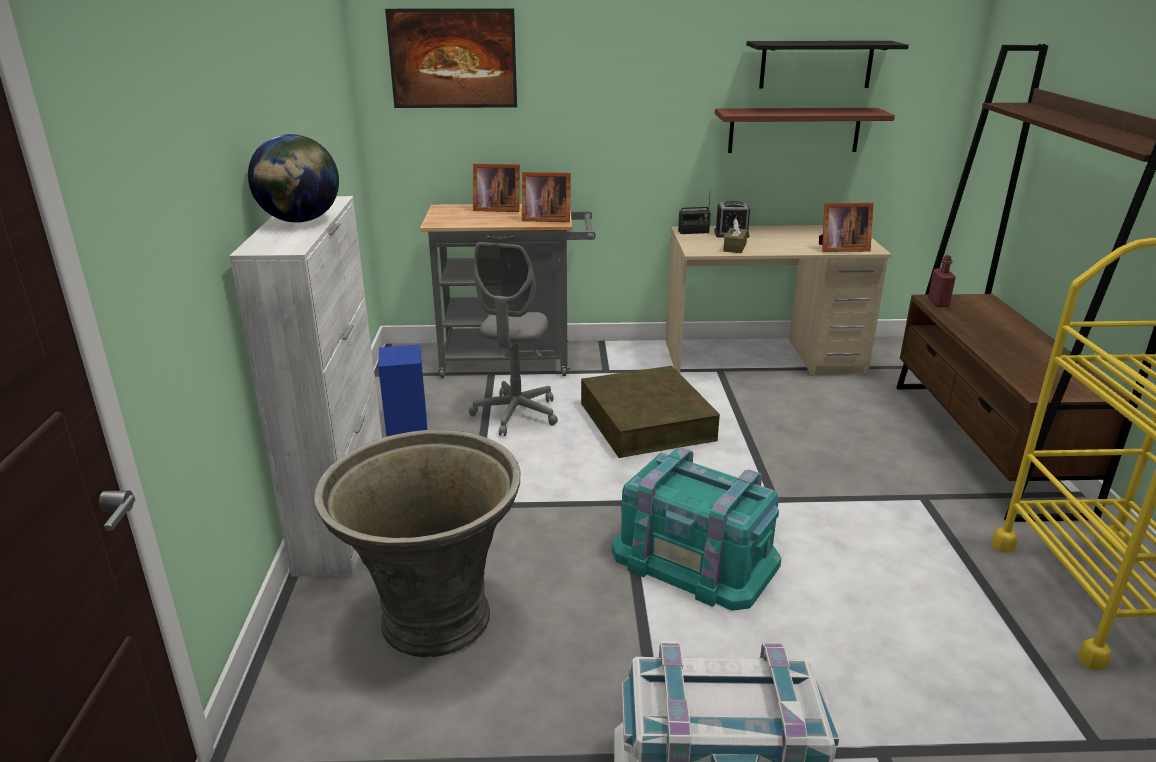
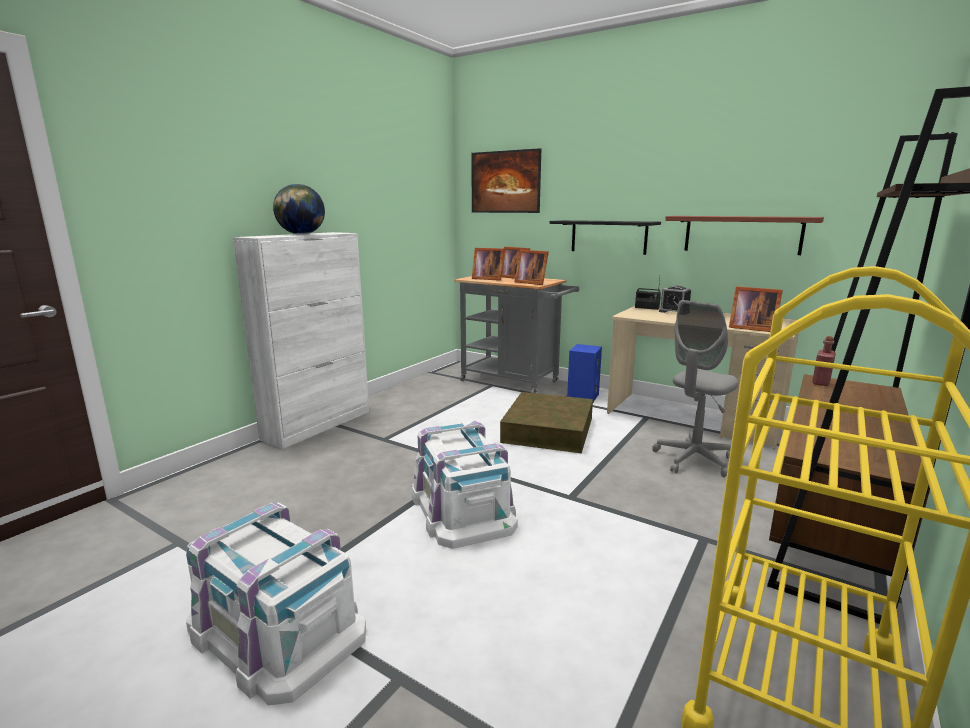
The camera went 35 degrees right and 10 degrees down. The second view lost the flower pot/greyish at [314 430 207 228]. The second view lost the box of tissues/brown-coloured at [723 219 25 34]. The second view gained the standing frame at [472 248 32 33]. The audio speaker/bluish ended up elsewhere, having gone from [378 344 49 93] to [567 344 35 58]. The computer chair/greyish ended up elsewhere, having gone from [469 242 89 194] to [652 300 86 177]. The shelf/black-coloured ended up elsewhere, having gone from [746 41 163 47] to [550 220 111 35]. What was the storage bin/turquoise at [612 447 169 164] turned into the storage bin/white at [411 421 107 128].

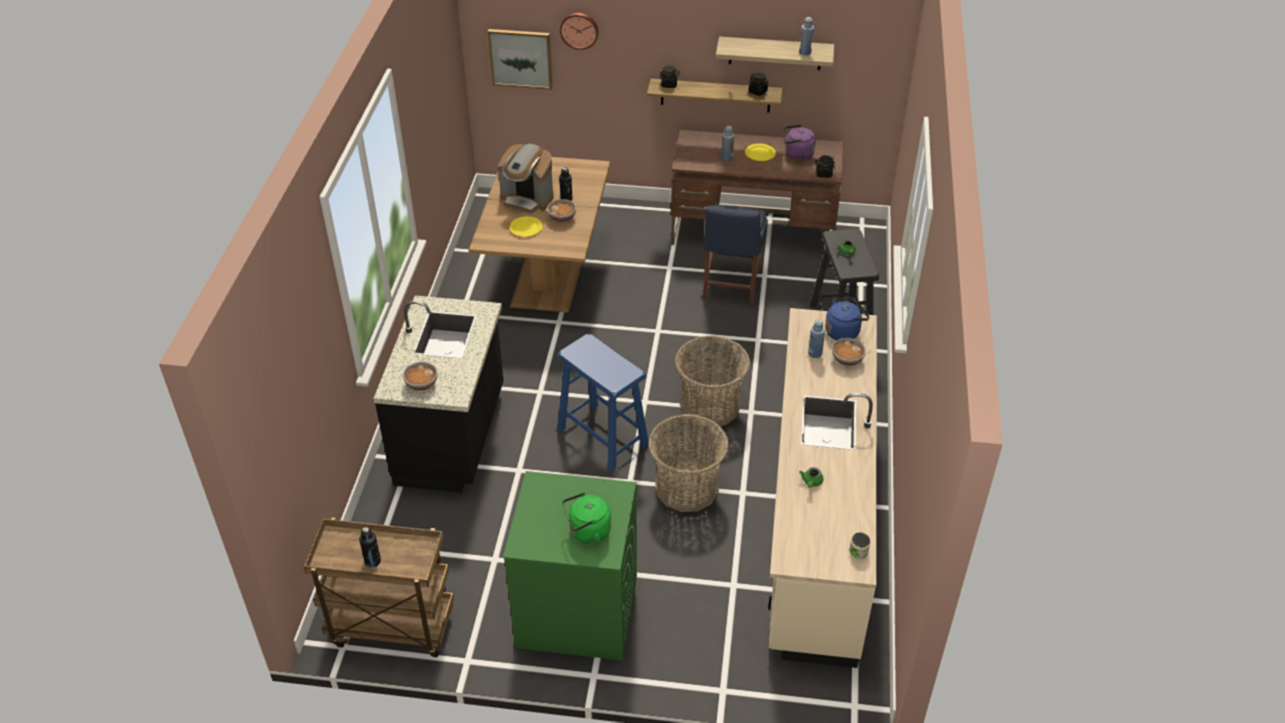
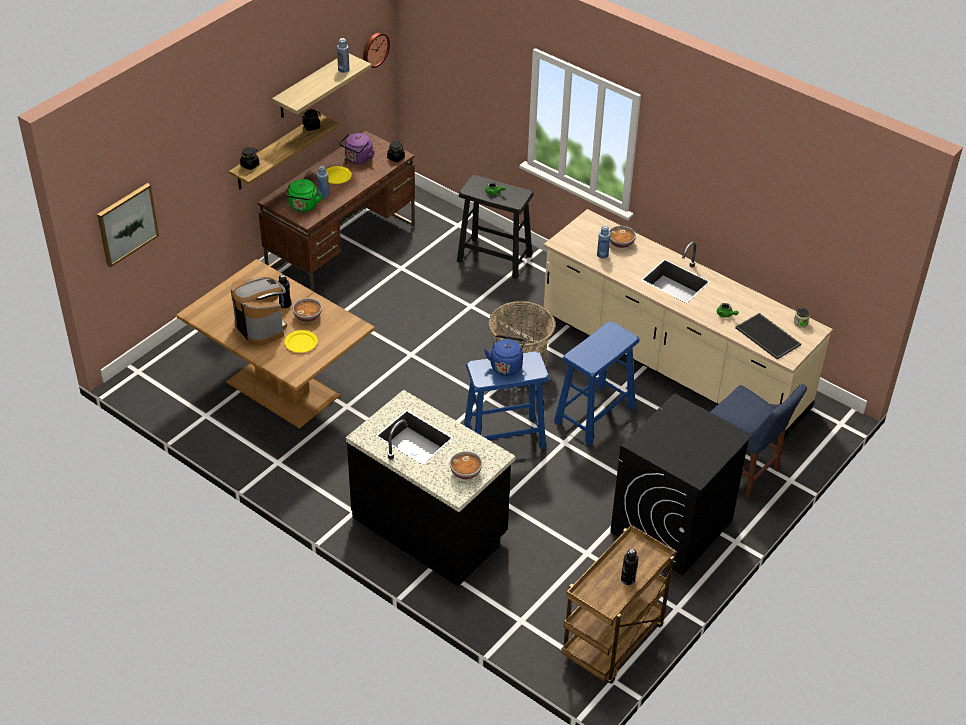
The camera went 60 degrees left and 0 degrees up. The second view gained the tray at [735 313 66 47]. The hanging clock ended up elsewhere, having gone from [560 13 39 37] to [363 32 27 36]. The kettle/green-coloured ended up elsewhere, having gone from [562 492 49 51] to [285 179 38 33]. The upright chair/bluish ended up elsewhere, having gone from [703 205 64 99] to [711 384 96 114]. The kettle/bluish ended up elsewhere, having gone from [825 297 44 43] to [484 335 41 41]. Where the basket stood at [648 414 81 98], the stool seat/bluish came to stand at [554 321 86 124]. What was the washing machine/green-coloured at [503 471 134 189] turned into the washing machine/black-coloured at [610 393 143 183]. The coffee brewer at [498 143 56 71] ended up facing another way, 90 degrees counterclockwise from before.

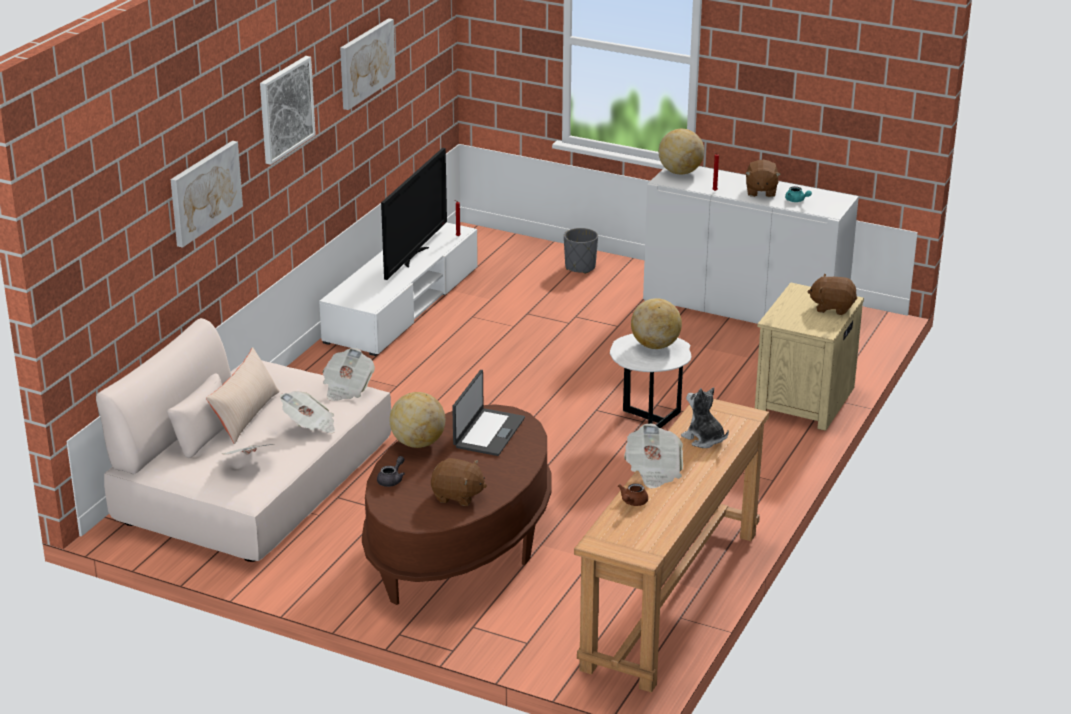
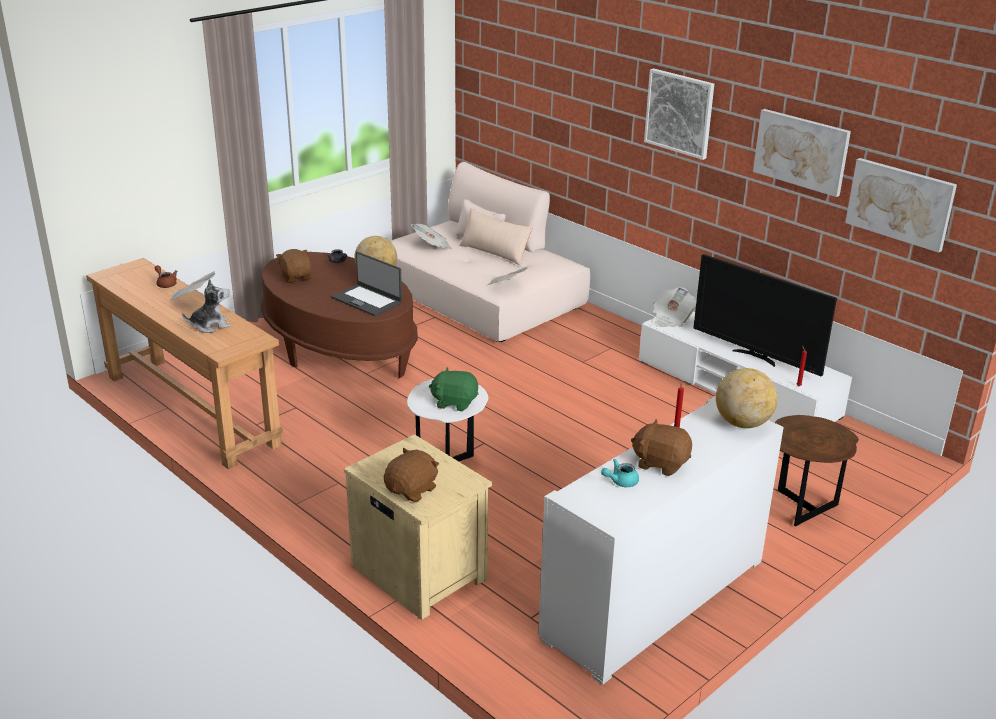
The camera went 110 degrees right and 0 degrees up. The wall art ended up elsewhere, having gone from [171 141 72 107] to [845 158 112 95]. The printed paper ended up elsewhere, having gone from [280 391 55 43] to [652 287 45 40]. Where the flower pot/greyish stood at [564 228 34 46], the accent table/brown-coloured came to stand at [775 415 84 111]. Where the world globe stood at [631 298 51 51], the cuddly toy/green-coloured came to stand at [429 368 49 43]. The cuddly toy/brown-coloured at [431 458 56 48] ended up facing another way, 120 degrees clockwise from before.

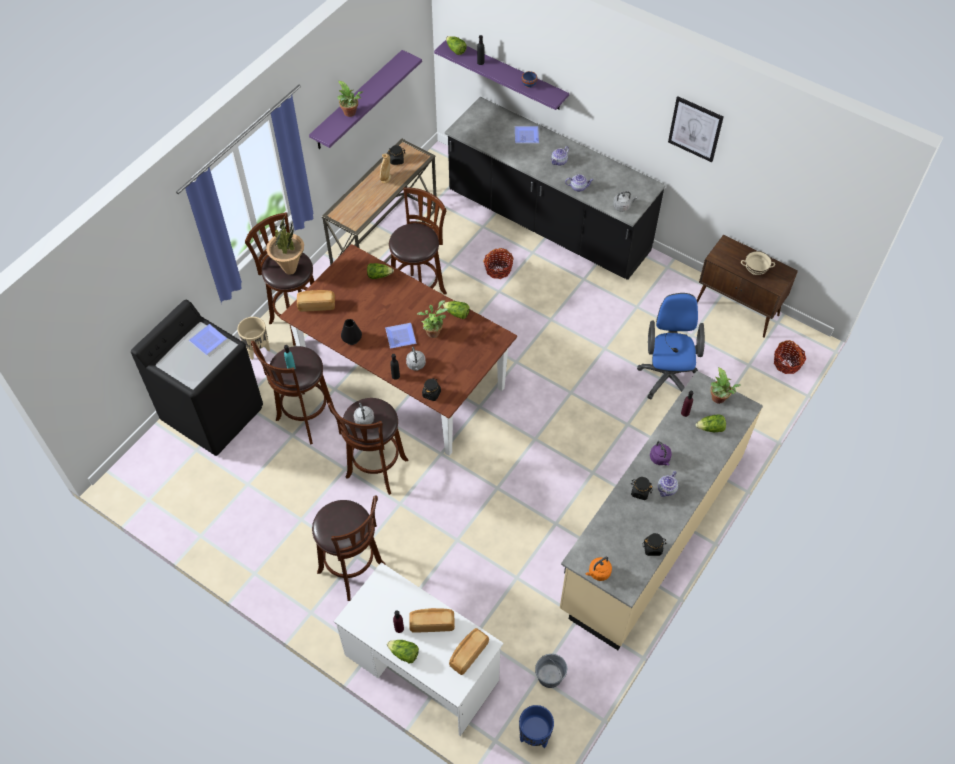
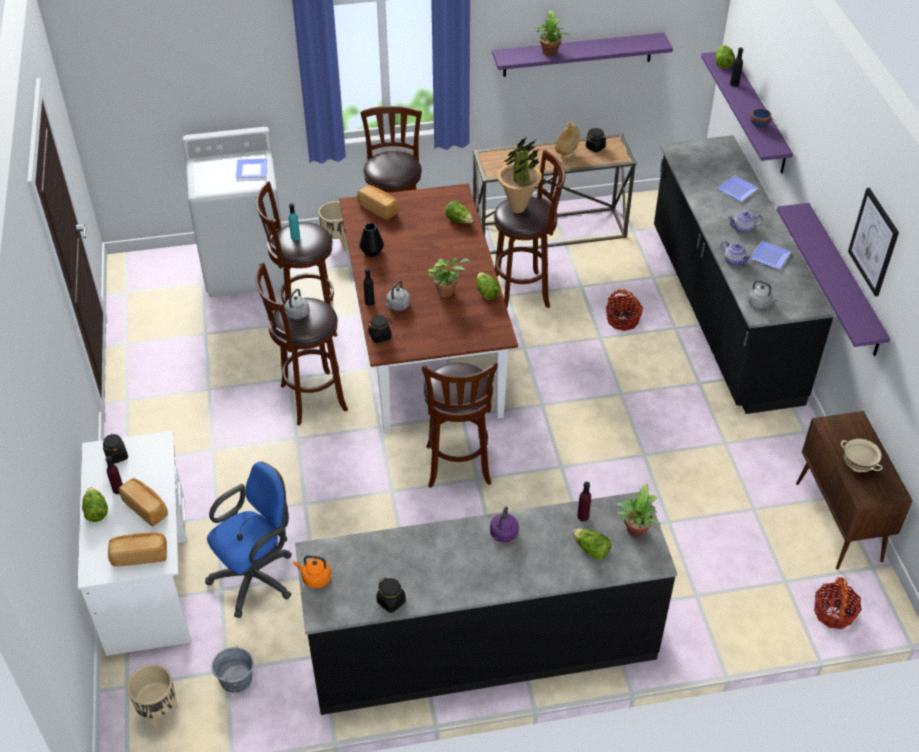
The camera went 45 degrees right and 10 degrees down. The second view lost the tea pot at [658 471 20 26]. The second view gained the shelf/purple-coloured at [777 203 114 153]. The houseplant ended up elsewhere, having gone from [266 217 38 58] to [497 138 45 75]. The stool seat/brown-coloured ended up elsewhere, having gone from [312 495 74 106] to [422 362 76 126]. The dinner plate ended up elsewhere, having gone from [385 323 31 26] to [750 241 42 29]. The preserve jar/black-coloured ended up elsewhere, having gone from [631 477 22 23] to [103 433 25 31]. The computer chair/bluish ended up elsewhere, having gone from [637 293 68 107] to [205 461 87 157]. What was the washing machine/black-coloured at [131 300 132 156] turned into the washing machine/white at [182 127 102 170]. What was the flower pot/bluish at [519 705 35 43] turned into the flower pot/sand-coloured at [127 664 51 68]. What was the kitchen counter/sand-coloured at [560 371 203 279] turned into the kitchen counter/black-coloured at [295 492 382 223].

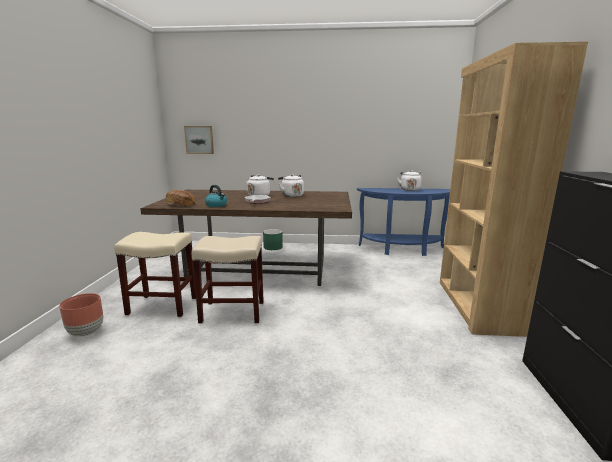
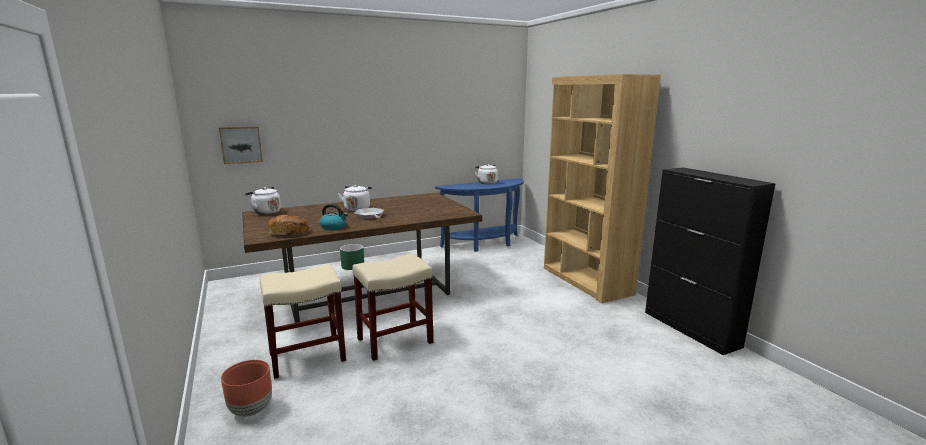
The camera went 30 degrees left and 0 degrees up. The kettle/white ended up elsewhere, having gone from [278 174 26 23] to [245 187 36 28].

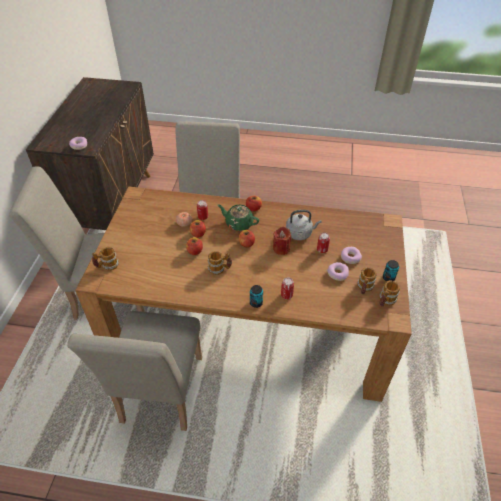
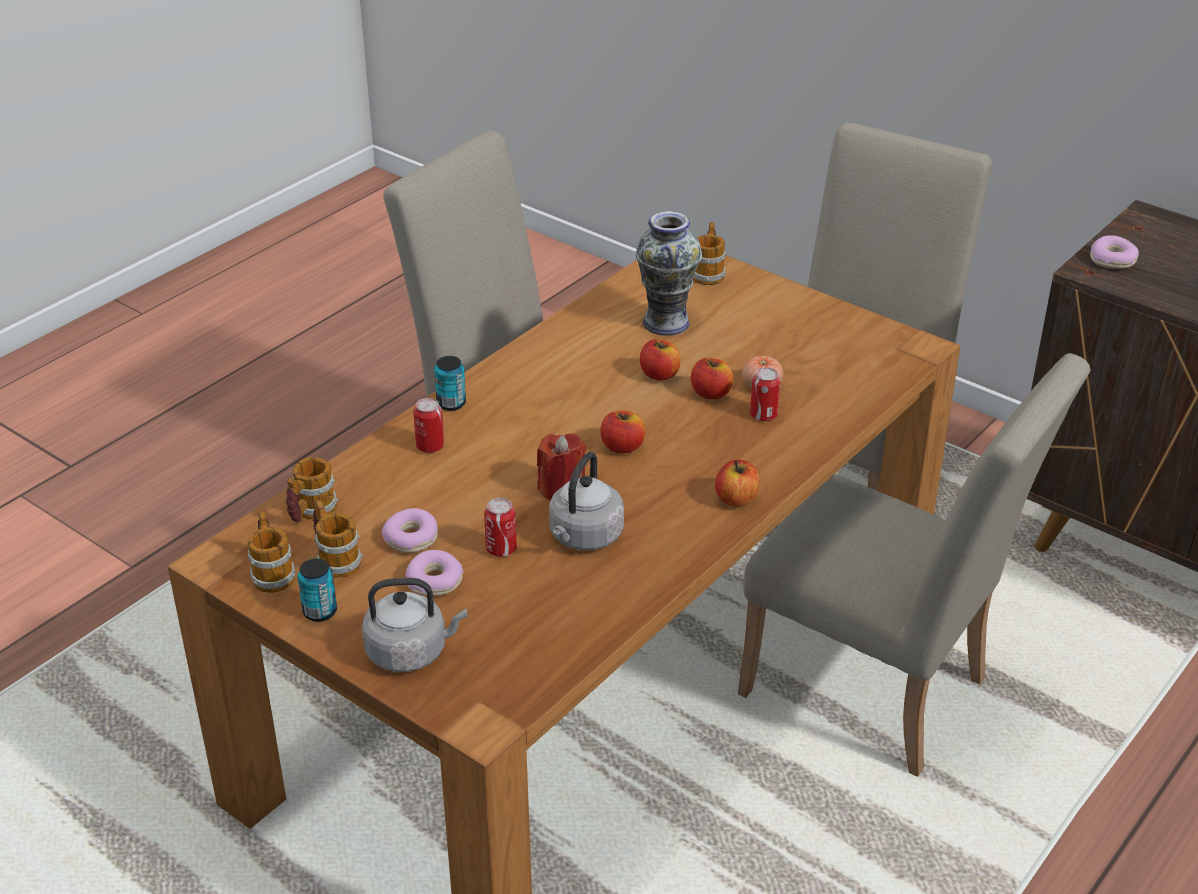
The camera went 120 degrees right and 10 degrees down. The second view lost the tea pot/green-coloured at [218 204 41 27]. The second view gained the kettle/greyish at [362 578 105 94]. The second view gained the vase at [636 211 66 125]. The tea mug ended up elsewhere, having gone from [207 251 25 24] to [286 457 52 66].

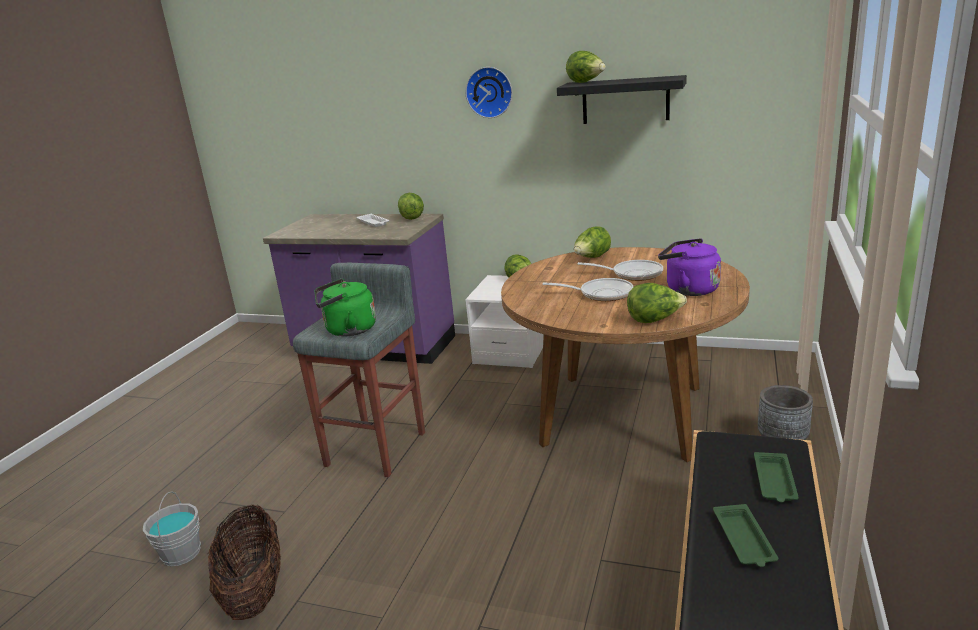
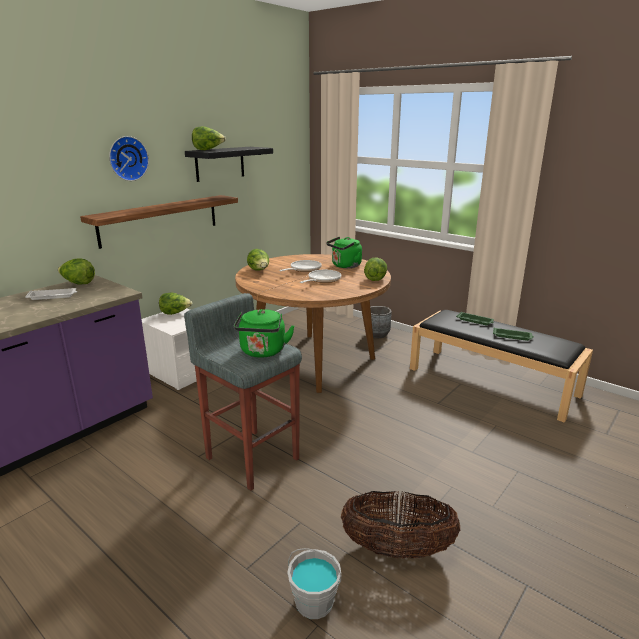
The camera went 70 degrees left and 0 degrees up. The second view gained the shelf at [80 195 158 54]. What was the kettle/purple-coloured at [658 238 63 58] turned into the kettle/green-coloured at [326 237 36 31].

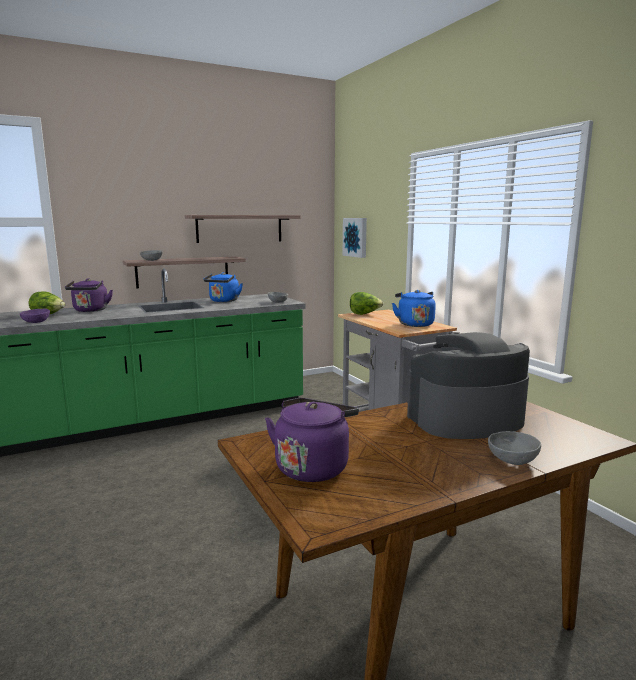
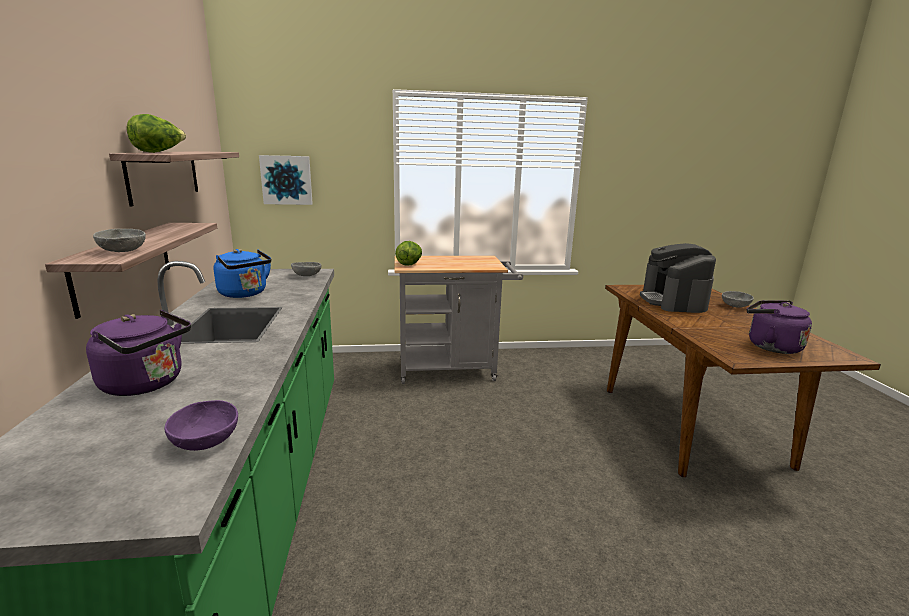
The camera went 70 degrees left and 5 degrees up. The second view lost the kettle/bluish at [392 290 44 37]. The lettuce ended up elsewhere, having gone from [29 292 36 23] to [127 114 59 39].

